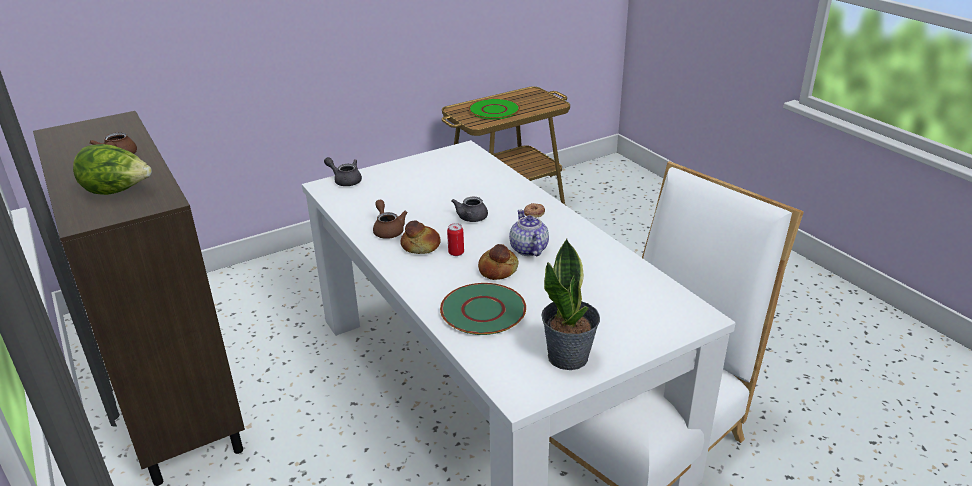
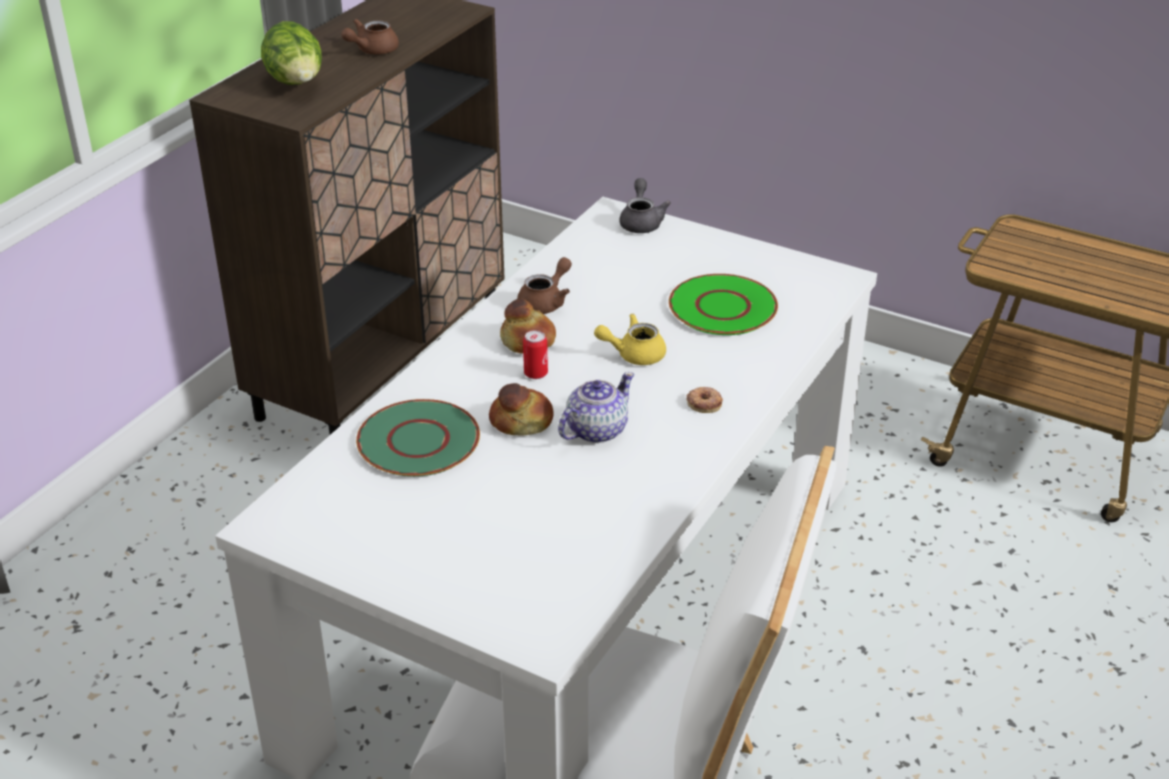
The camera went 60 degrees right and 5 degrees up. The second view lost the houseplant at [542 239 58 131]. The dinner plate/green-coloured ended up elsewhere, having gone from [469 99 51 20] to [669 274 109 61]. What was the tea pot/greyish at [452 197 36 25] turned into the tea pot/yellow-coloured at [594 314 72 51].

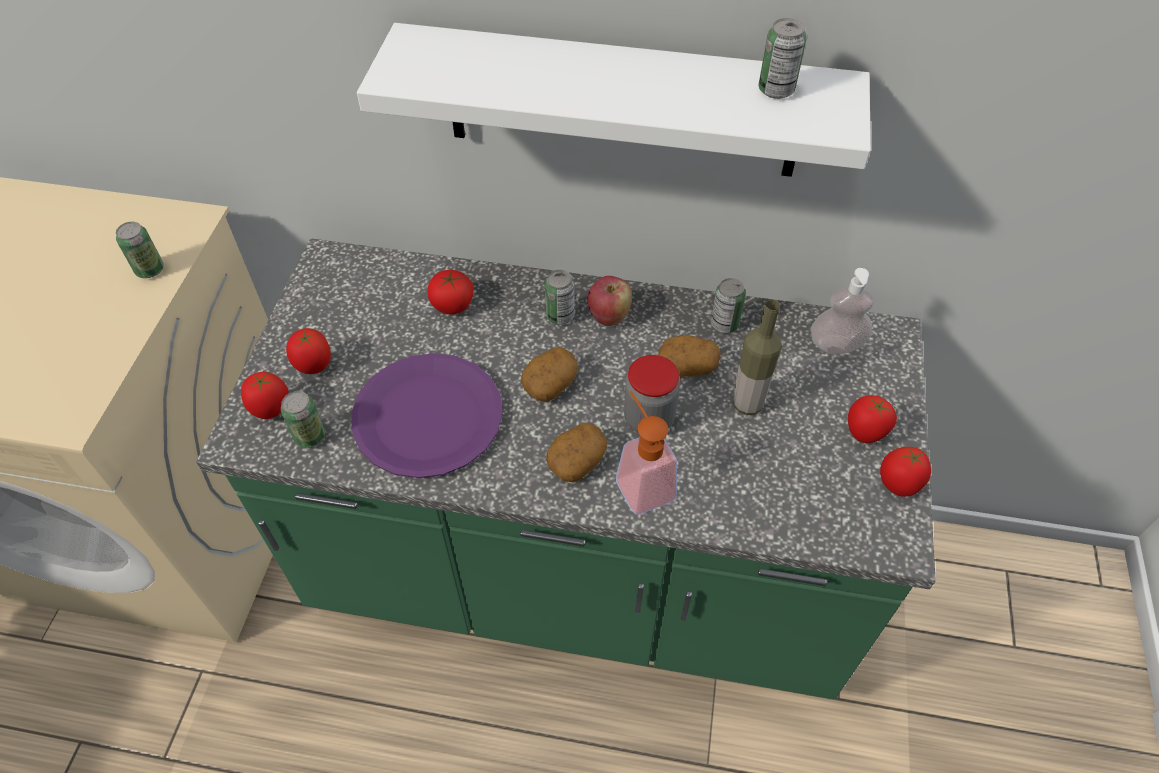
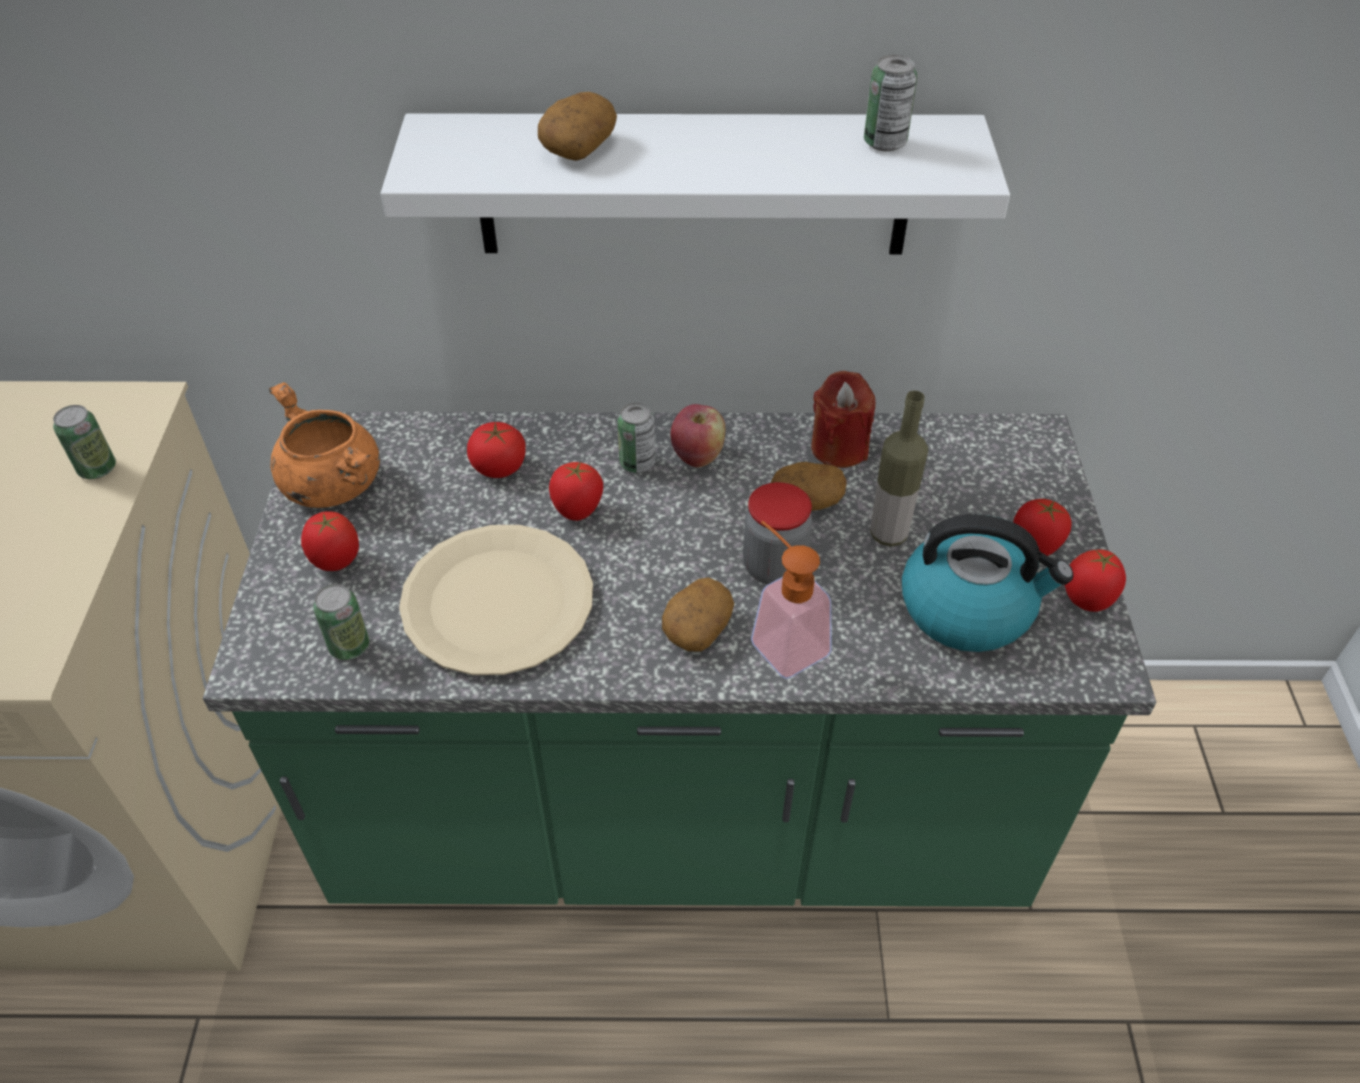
The camera went 10 degrees left and 5 degrees down. The second view lost the soap bottle at [811 268 63 86]. The second view gained the cooking pot/orange at [269 382 111 126]. The second view gained the kettle at [902 515 171 137]. The fresh tomato ended up elsewhere, having gone from [241 372 48 47] to [549 462 54 59]. The potato ended up elsewhere, having gone from [521 347 57 55] to [538 92 79 69]. Where the can stood at [711 278 35 55], the candle/red came to stand at [811 371 64 97]. What was the dinner plate/purple-coloured at [352 353 151 125] turned into the dinner plate/sand-coloured at [399 525 194 150].

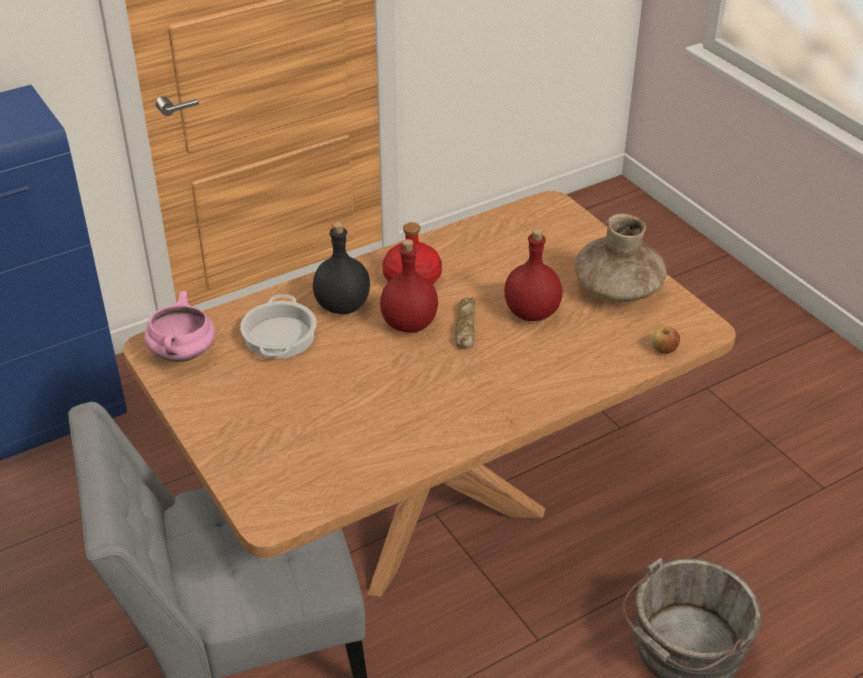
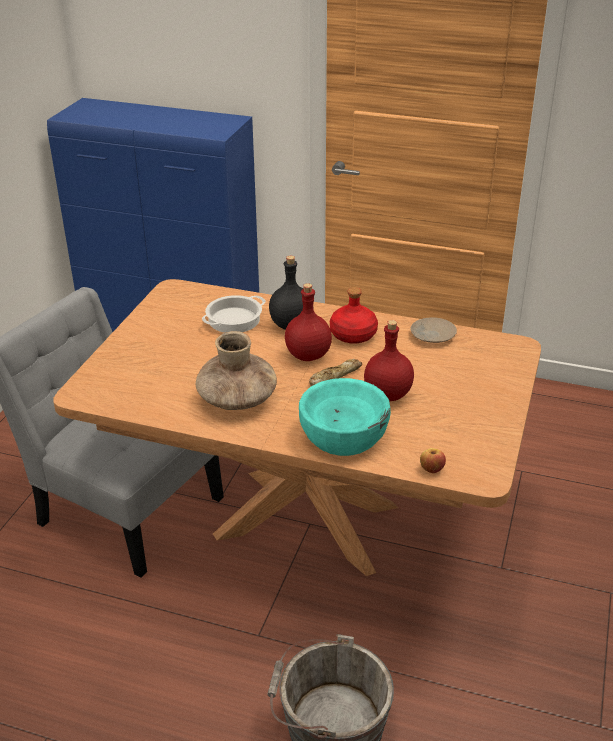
The camera went 50 degrees right and 5 degrees down. The second view lost the cooking pot/pink at [144 291 71 71]. The second view gained the bowl/turquoise at [299 378 92 78]. The second view gained the dinner plate/sand-coloured at [411 317 46 26]. The vase/brown-coloured ended up elsewhere, having gone from [575 213 91 89] to [196 331 81 79].

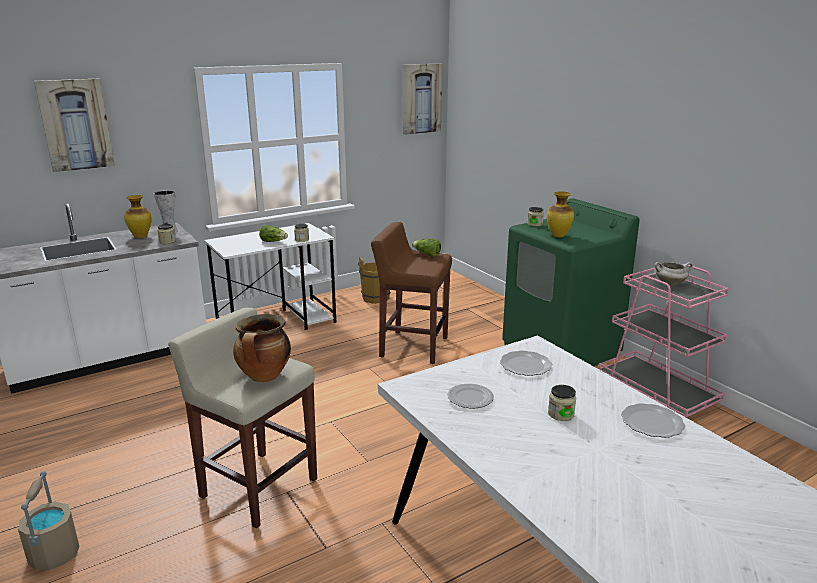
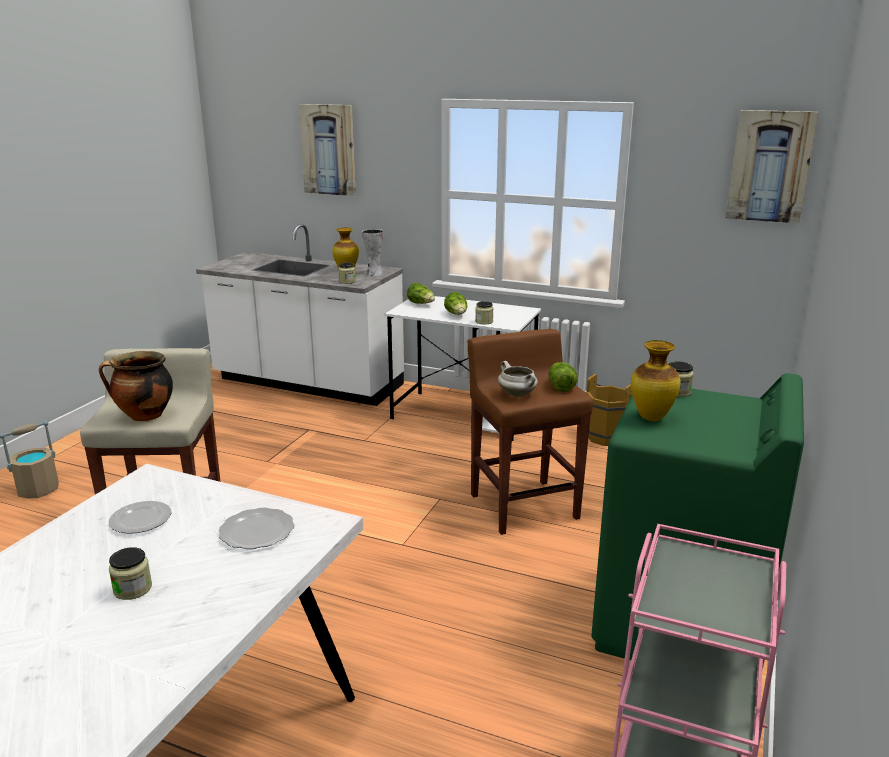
The camera went 55 degrees right and 0 degrees up. The second view lost the dinner plate at [621 403 64 35]. The second view gained the lettuce at [407 283 28 21]. The cooking pot/white ended up elsewhere, having gone from [655 262 37 24] to [498 361 40 36].

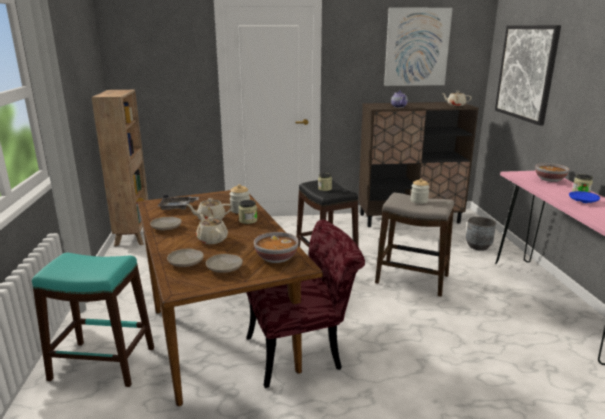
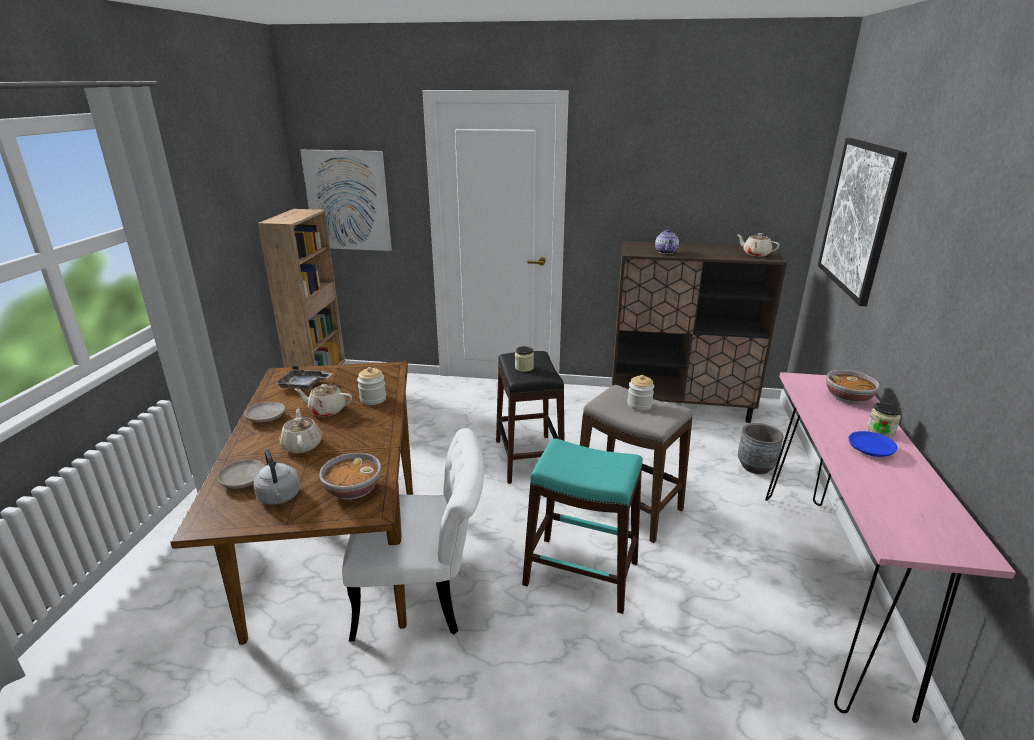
The camera went 15 degrees right and 5 degrees up. The second view lost the preserve jar at [238 200 19 24]. The stool seat/turquoise ended up elsewhere, having gone from [32 253 122 134] to [522 439 121 175]. The wall art ended up elsewhere, having gone from [384 7 69 79] to [300 150 92 101]. Where the dinner plate/sand-coloured stood at [206 254 37 19], the kettle/greyish came to stand at [253 449 47 56]. What was the upright chair/red at [246 220 119 168] turned into the upright chair/white at [342 428 142 214].

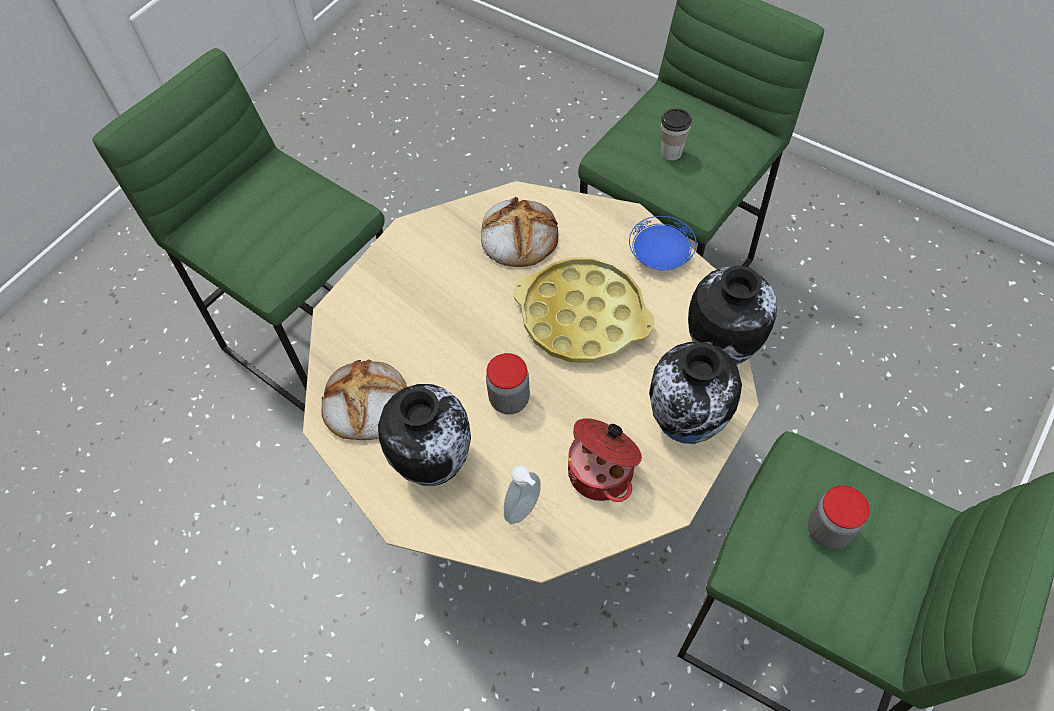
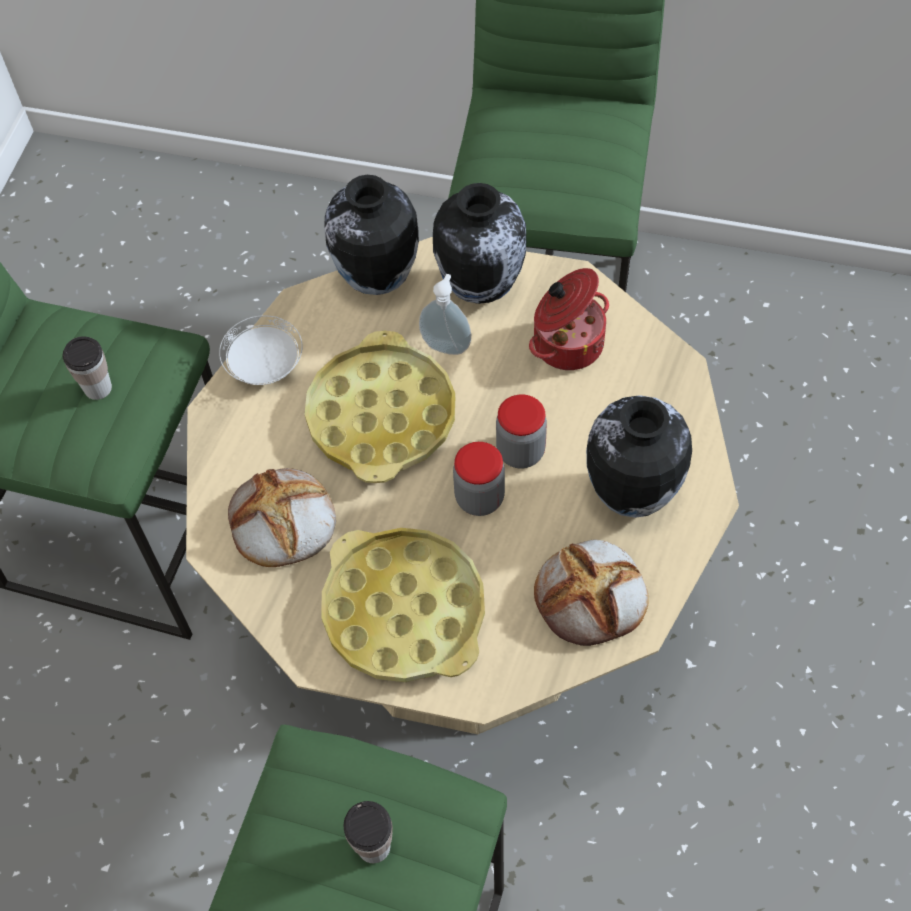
The camera went 110 degrees left and 0 degrees up. The second view gained the tray/yellow-coloured at [321 528 164 154]. The second view gained the cup at [344 801 49 62]. The soap bottle ended up elsewhere, having gone from [504 465 37 59] to [419 274 52 81]. The preserve jar ended up elsewhere, having gone from [808 485 62 64] to [453 442 52 74]. What was the dinner plate/bluish at [629 216 68 54] turned into the dinner plate/white at [219 315 84 70].

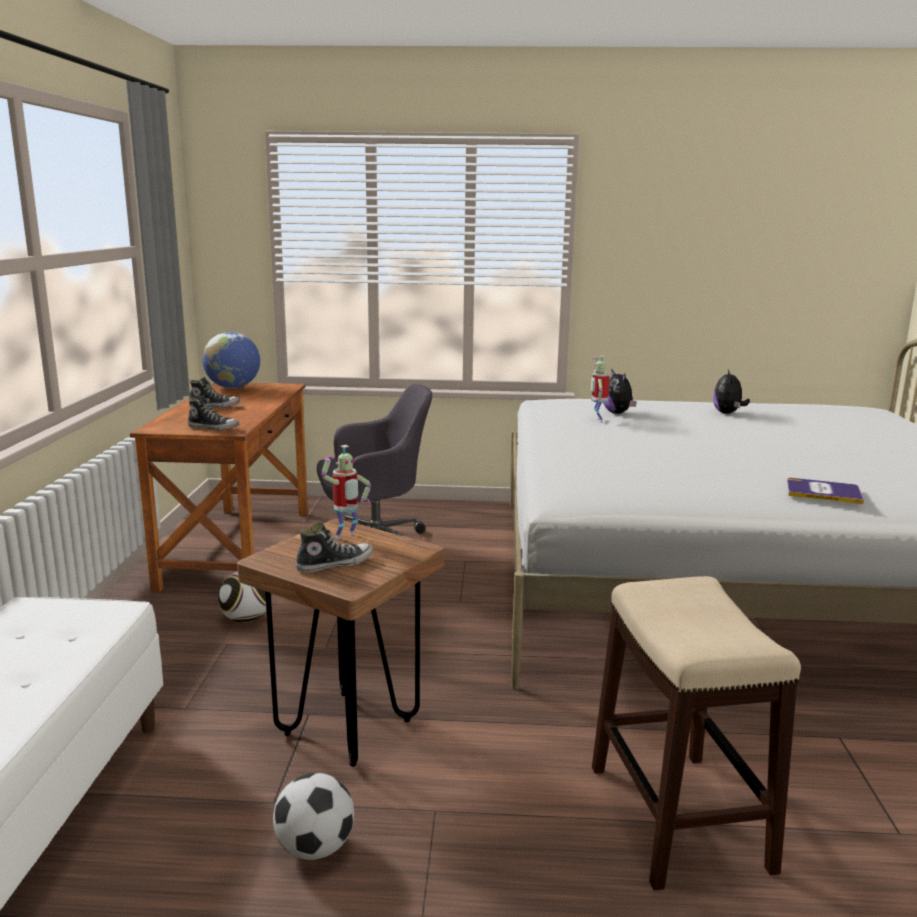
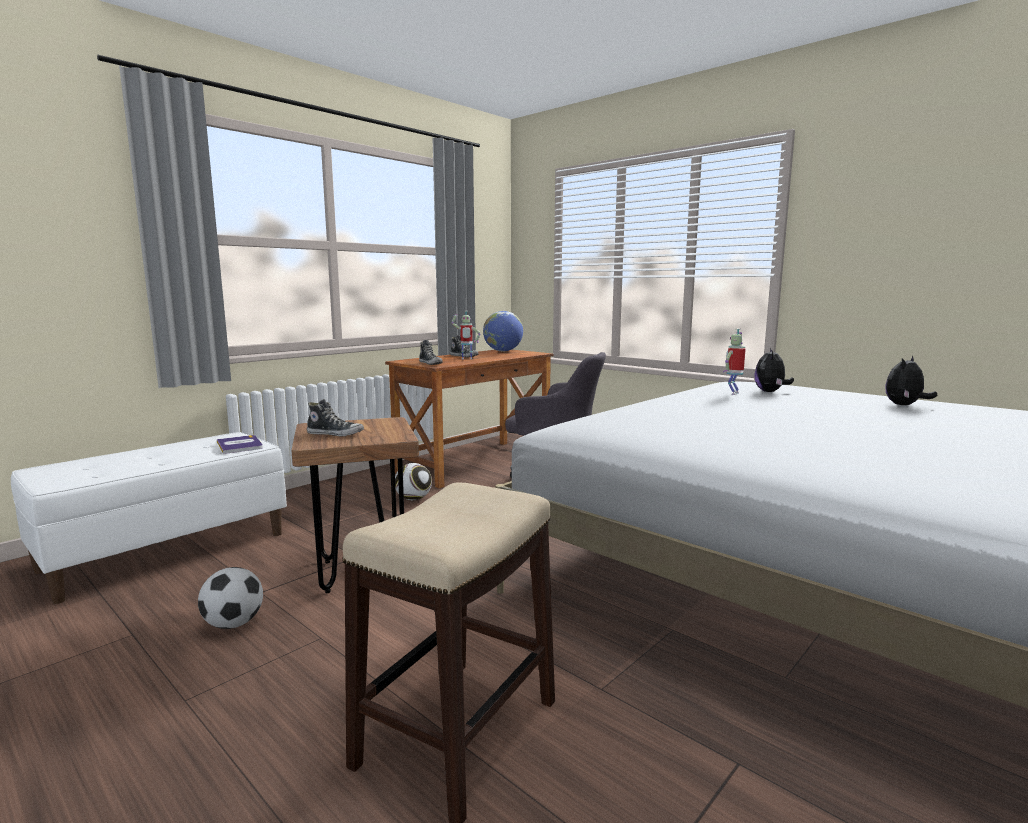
The camera went 40 degrees right and 5 degrees down. The robot figure ended up elsewhere, having gone from [321 445 50 94] to [451 311 30 48]. The bound book ended up elsewhere, having gone from [787 478 77 26] to [217 435 46 19].

